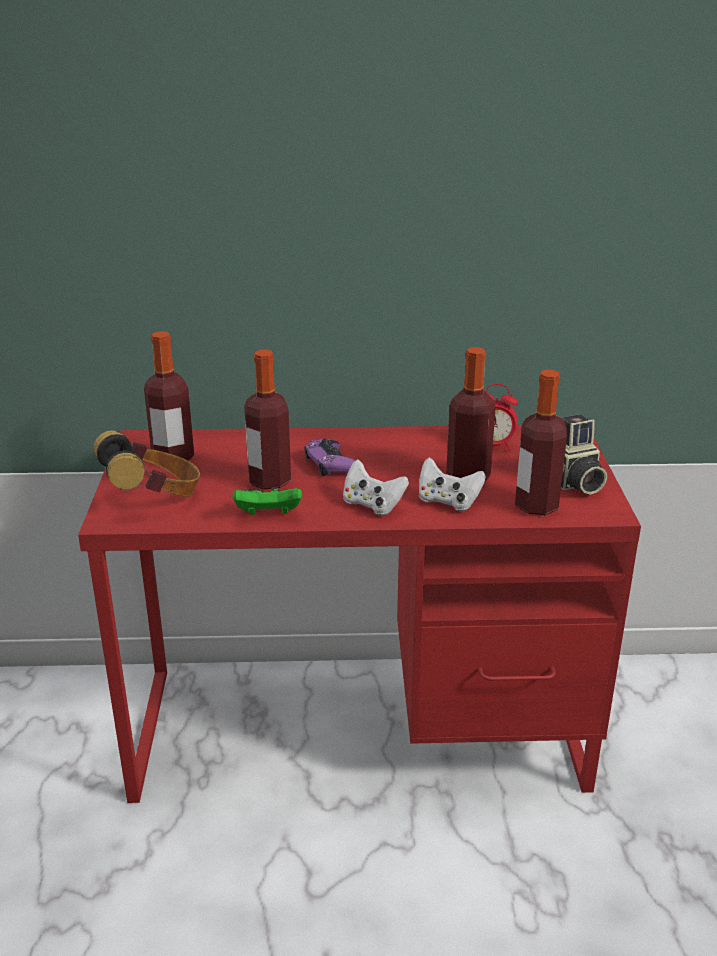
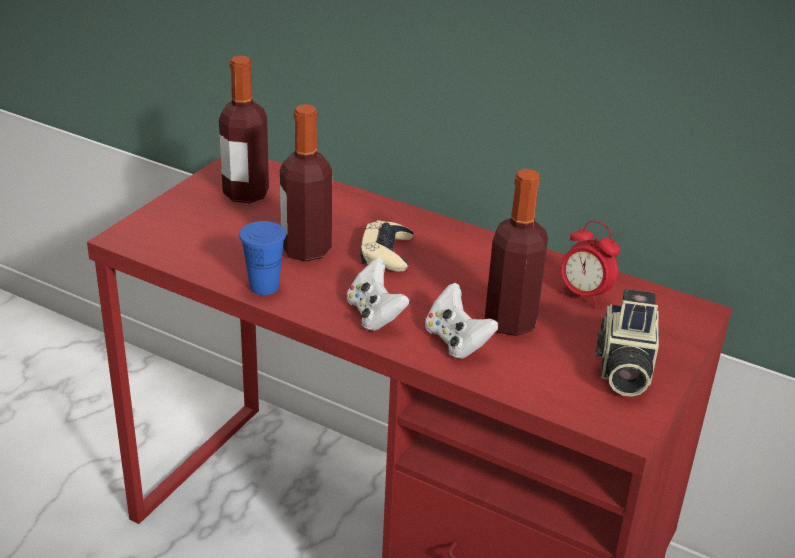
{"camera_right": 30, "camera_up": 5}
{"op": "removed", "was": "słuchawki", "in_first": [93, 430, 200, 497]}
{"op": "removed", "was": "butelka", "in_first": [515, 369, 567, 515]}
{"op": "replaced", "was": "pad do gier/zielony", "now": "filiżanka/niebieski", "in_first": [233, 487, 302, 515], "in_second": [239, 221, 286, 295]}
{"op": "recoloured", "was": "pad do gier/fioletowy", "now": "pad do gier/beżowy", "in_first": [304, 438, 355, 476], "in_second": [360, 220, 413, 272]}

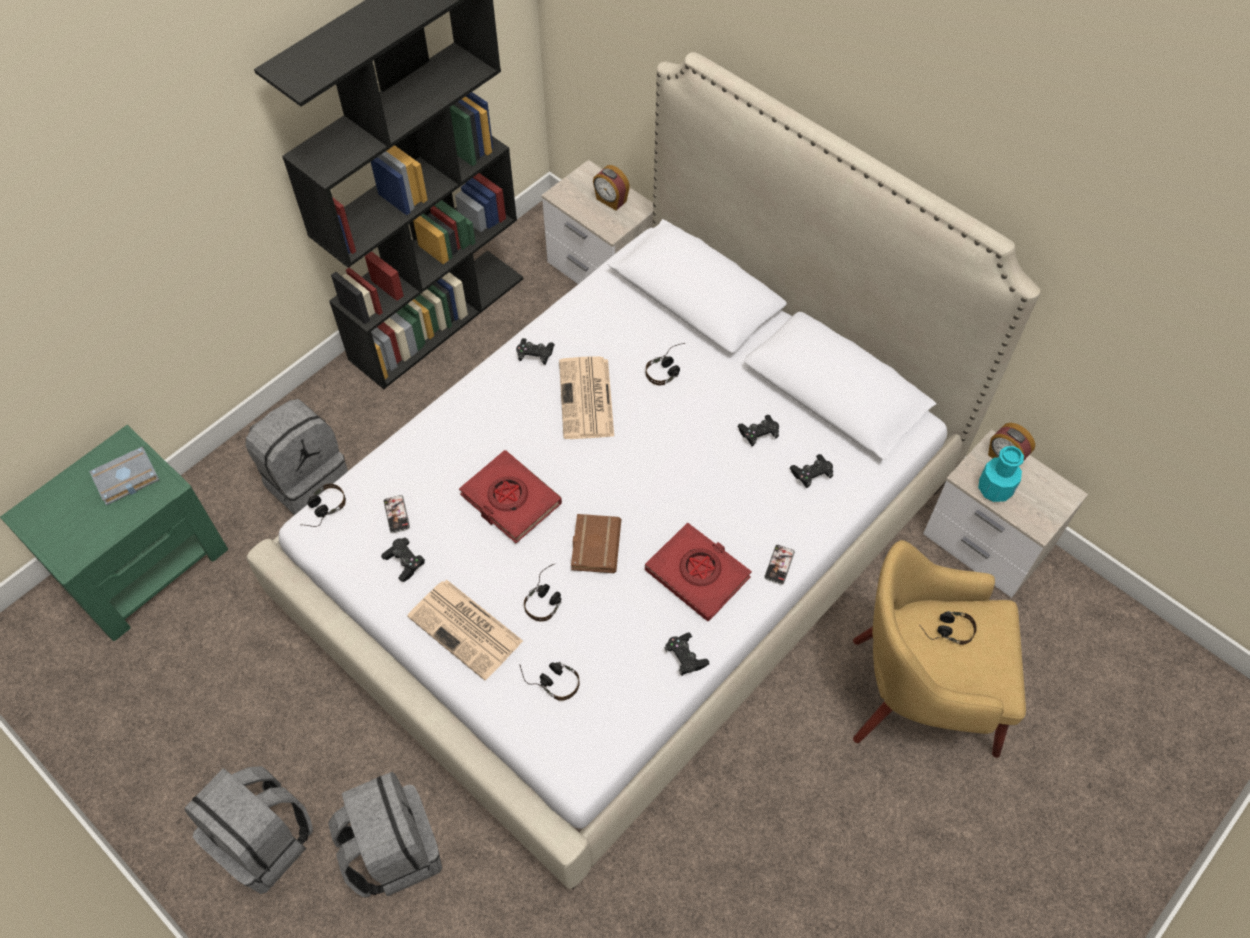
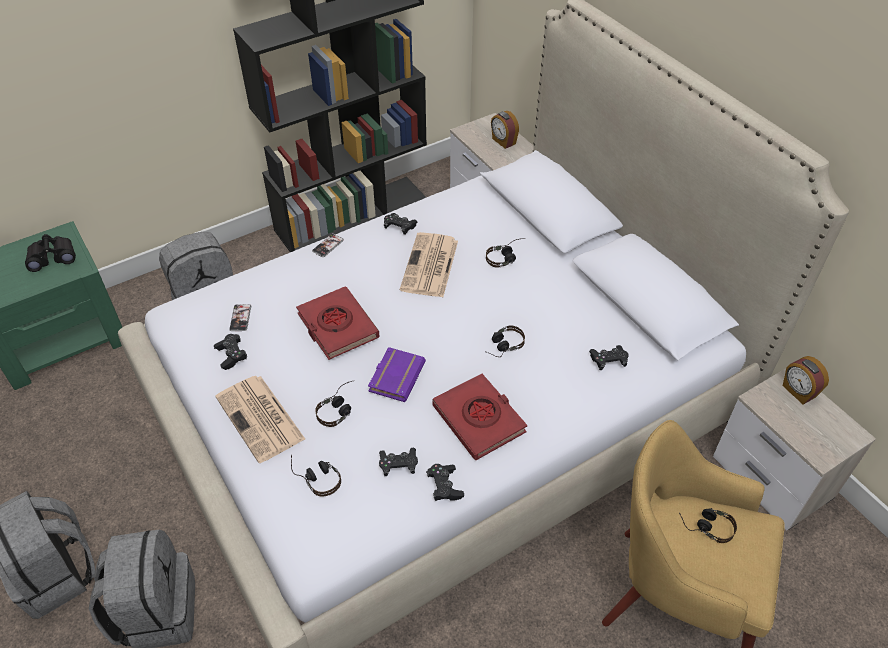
{"camera_right": 15, "camera_up": -10}
{"op": "removed", "was": "butelka/turkusowy", "in_first": [978, 446, 1024, 502]}
{"op": "moved", "was": "słuchawki", "in_first": [300, 484, 346, 527], "in_second": [487, 325, 525, 357]}
{"op": "moved", "was": "pad do gier/czarny", "in_first": [737, 415, 779, 446], "in_second": [379, 448, 418, 476]}
{"op": "moved", "was": "telefon", "in_first": [764, 545, 795, 585], "in_second": [312, 233, 344, 257]}
{"op": "replaced", "was": "książka/szary", "now": "lornetka/czarny", "in_first": [89, 447, 159, 505], "in_second": [25, 234, 76, 272]}
{"op": "recoloured", "was": "książka/brązowy", "now": "książka/fioletowy", "in_first": [571, 514, 621, 573], "in_second": [368, 347, 426, 402]}

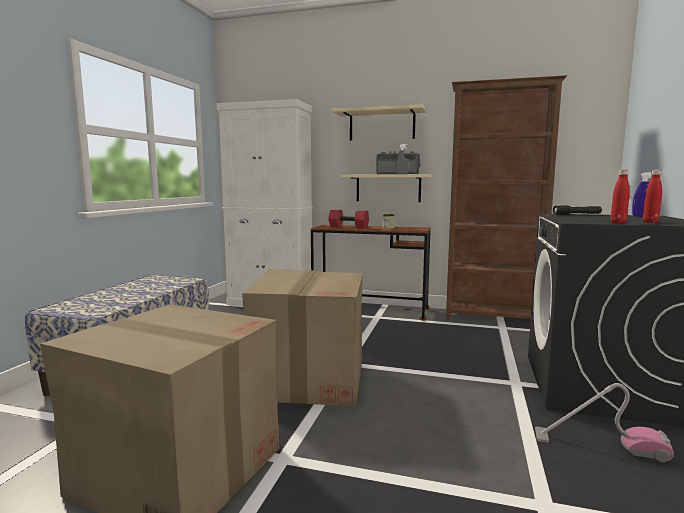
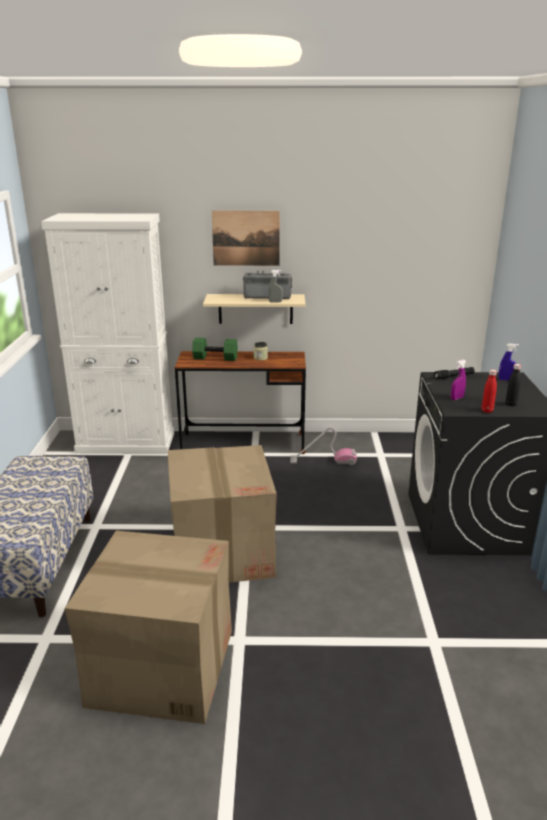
{"camera_right": -15, "camera_up": 15}
{"op": "removed", "was": "regał/brązowy", "in_first": [446, 75, 567, 320]}
{"op": "added", "now": "spryskiwacz/fioletowy", "in_second": [451, 359, 466, 400]}
{"op": "moved", "was": "odkurzacz", "in_first": [535, 383, 674, 462], "in_second": [290, 427, 357, 465]}
{"op": "replaced", "was": "półka/beżowy", "now": "obraz", "in_first": [332, 105, 426, 141], "in_second": [212, 211, 280, 266]}
{"op": "recoloured", "was": "hantel/czerwony", "now": "hantel/zielony", "in_first": [328, 209, 369, 228], "in_second": [192, 338, 238, 361]}
{"op": "recoloured", "was": "butelka/czerwony", "now": "butelka/czarny", "in_first": [643, 170, 662, 223], "in_second": [505, 364, 521, 406]}

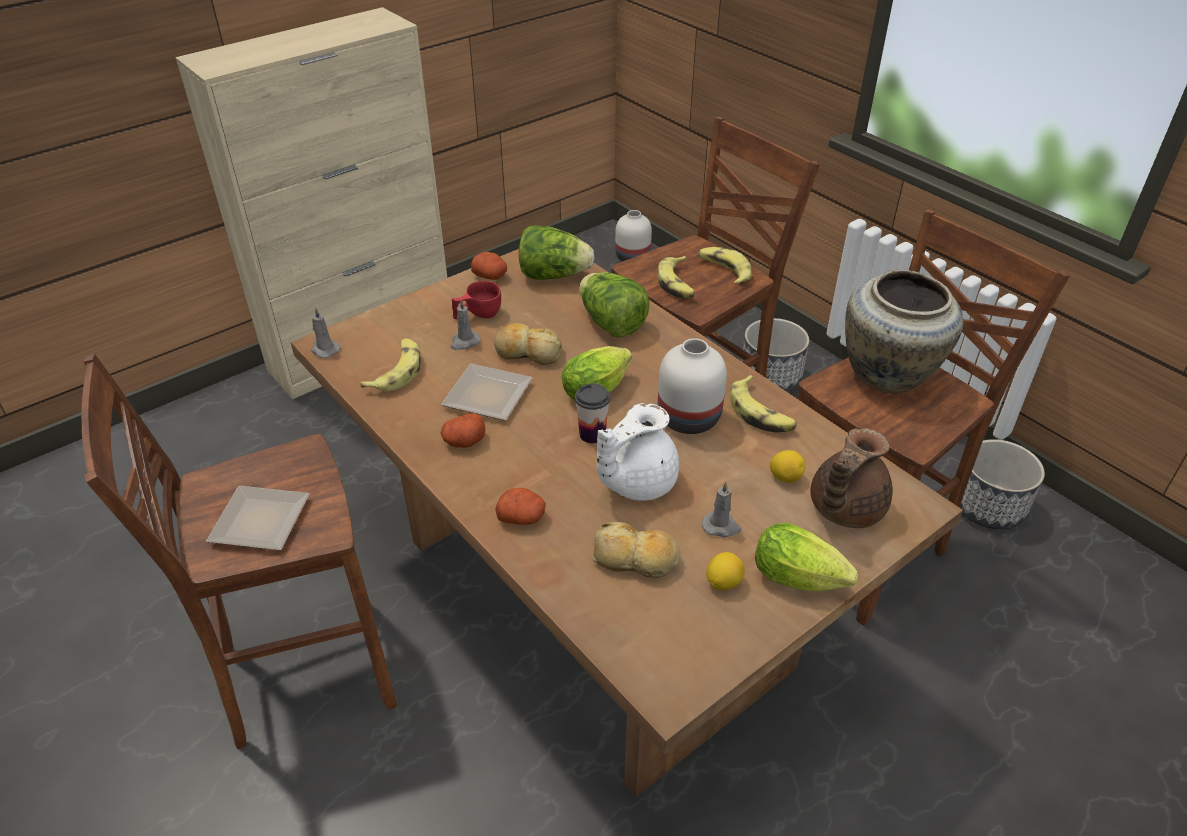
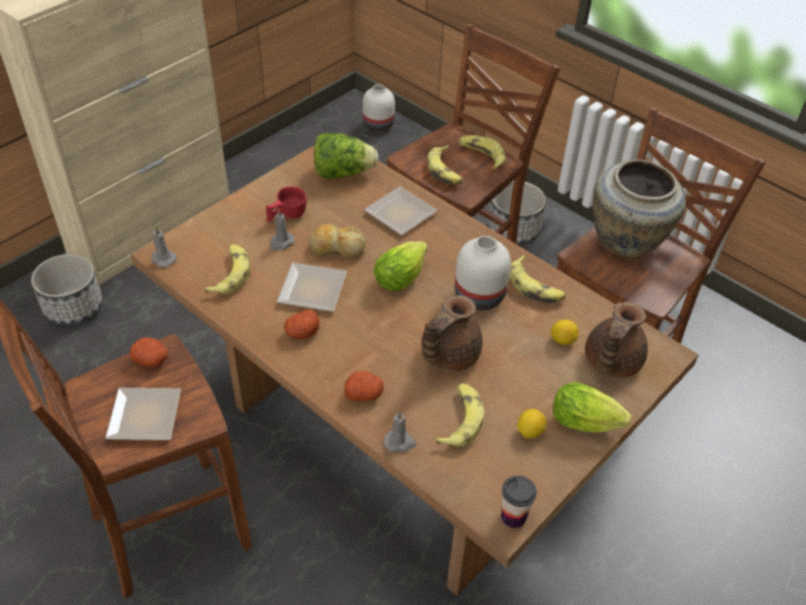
{"camera_right": -10, "camera_up": 5}
{"op": "moved", "was": "ziemniak", "in_first": [471, 252, 507, 280], "in_second": [130, 337, 168, 367]}
{"op": "moved", "was": "filiżanka", "in_first": [575, 383, 610, 443], "in_second": [501, 476, 537, 528]}
{"op": "moved", "was": "świeca/szary", "in_first": [702, 481, 742, 537], "in_second": [384, 411, 416, 453]}
{"op": "moved", "was": "donica", "in_first": [960, 439, 1045, 529], "in_second": [31, 254, 103, 327]}
{"op": "replaced", "was": "sałata", "now": "talerz", "in_first": [579, 272, 649, 338], "in_second": [364, 186, 438, 235]}
{"op": "replaced", "was": "chleb", "now": "banan", "in_first": [592, 522, 680, 578], "in_second": [435, 383, 484, 447]}
{"op": "recoloured", "was": "imbryk/biały", "now": "imbryk/brązowy", "in_first": [596, 403, 679, 501], "in_second": [421, 295, 482, 372]}

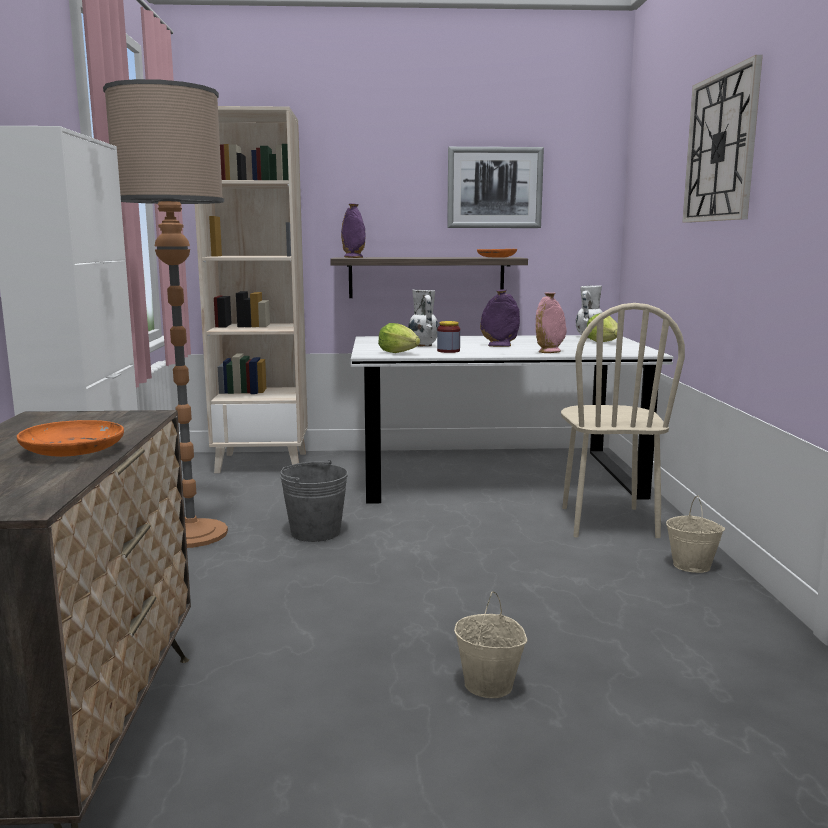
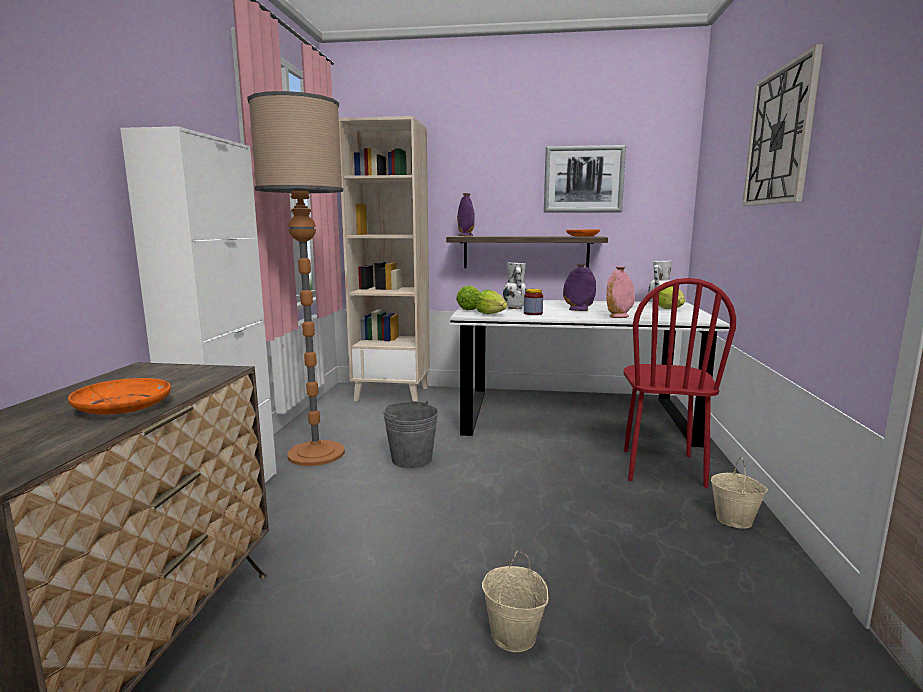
{"camera_right": 10, "camera_up": 0}
{"op": "added", "now": "sałata", "in_second": [456, 285, 480, 310]}
{"op": "recoloured", "was": "krzesło/beżowy", "now": "krzesło/czerwony", "in_first": [561, 303, 685, 538], "in_second": [624, 278, 736, 488]}

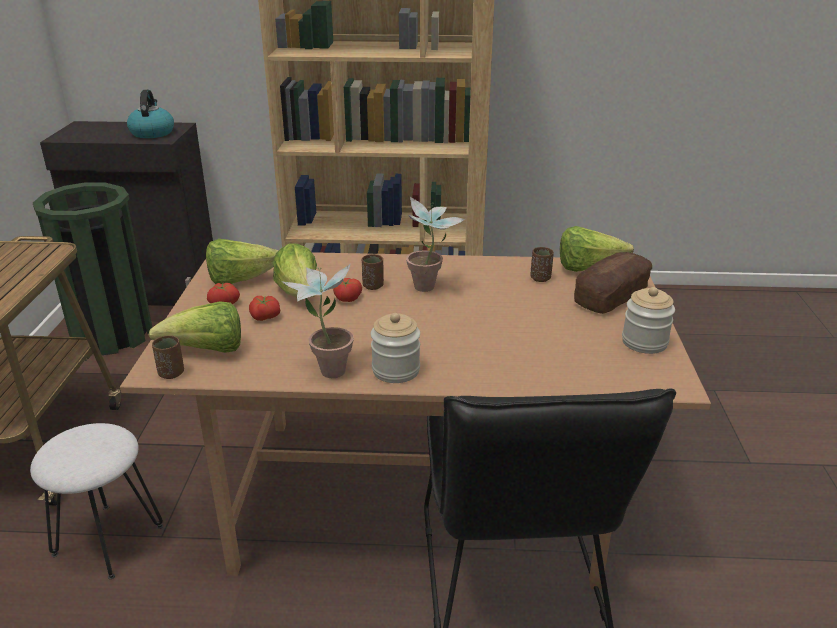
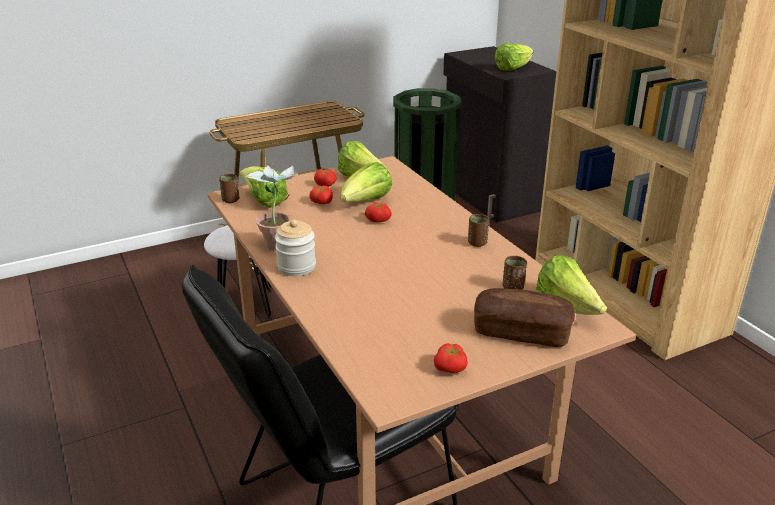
{"camera_right": 60, "camera_up": 0}
{"op": "removed", "was": "roślina doniczkowa", "in_first": [406, 197, 465, 292]}
{"op": "moved", "was": "filiżanka/brązowy", "in_first": [362, 254, 384, 290], "in_second": [468, 214, 489, 247]}
{"op": "replaced", "was": "czajnik", "now": "sałata", "in_first": [127, 90, 174, 138], "in_second": [495, 43, 534, 71]}
{"op": "replaced", "was": "słoik", "now": "pomidor", "in_first": [622, 287, 675, 354], "in_second": [434, 343, 468, 373]}

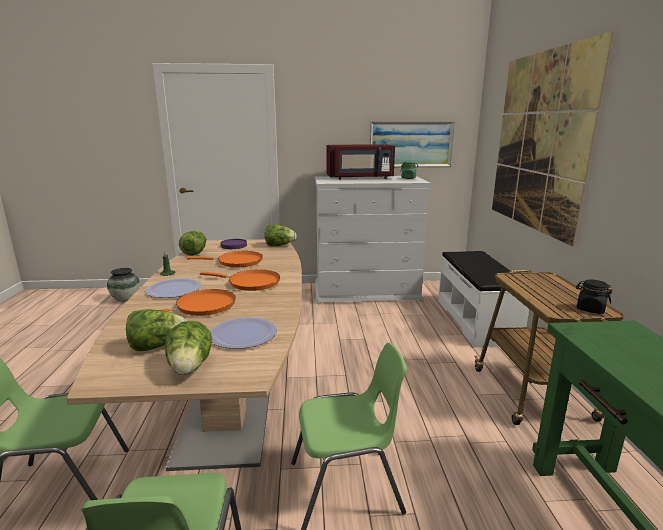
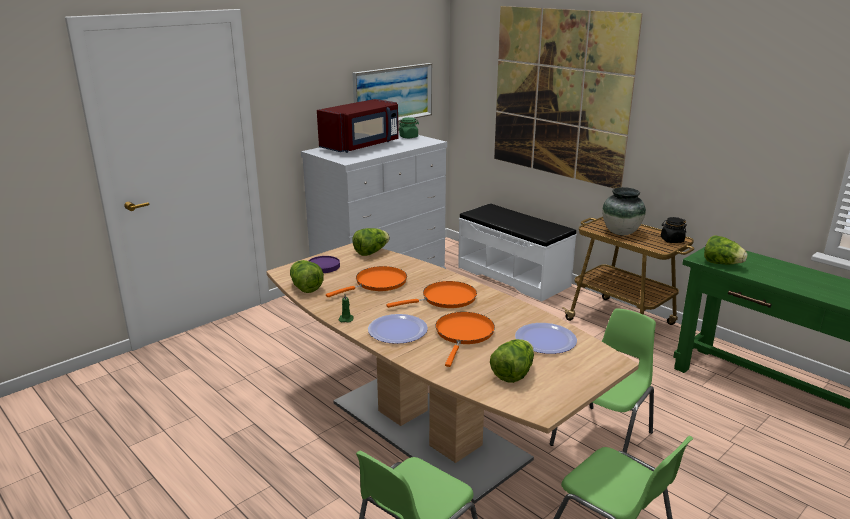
{"camera_right": -40, "camera_up": 5}
{"op": "moved", "was": "wazon", "in_first": [107, 268, 140, 302], "in_second": [602, 187, 646, 235]}
{"op": "moved", "was": "sałata", "in_first": [165, 320, 212, 375], "in_second": [704, 235, 748, 264]}

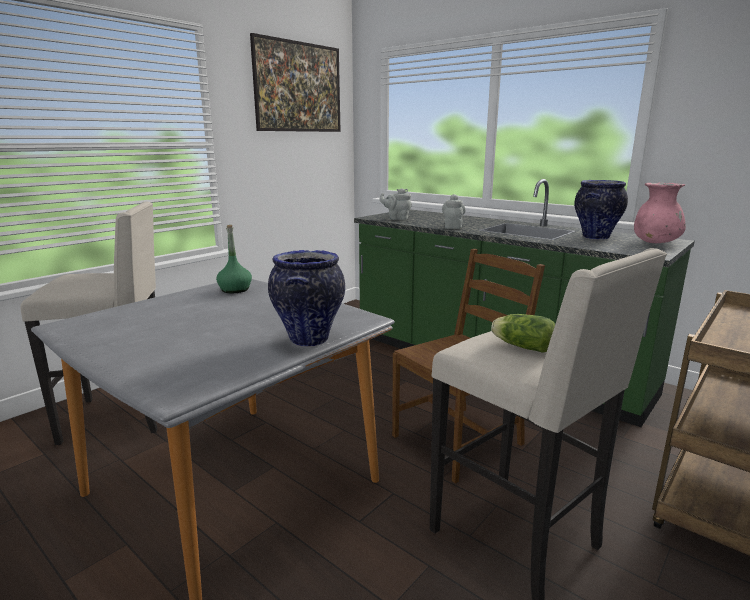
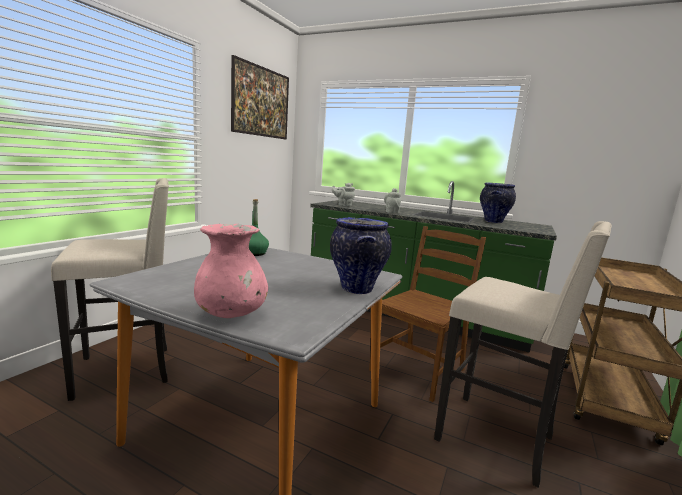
{"camera_right": -15, "camera_up": -5}
{"op": "removed", "was": "sałata", "in_first": [491, 314, 555, 353]}
{"op": "moved", "was": "wazon/różowy", "in_first": [634, 182, 686, 243], "in_second": [194, 224, 268, 318]}

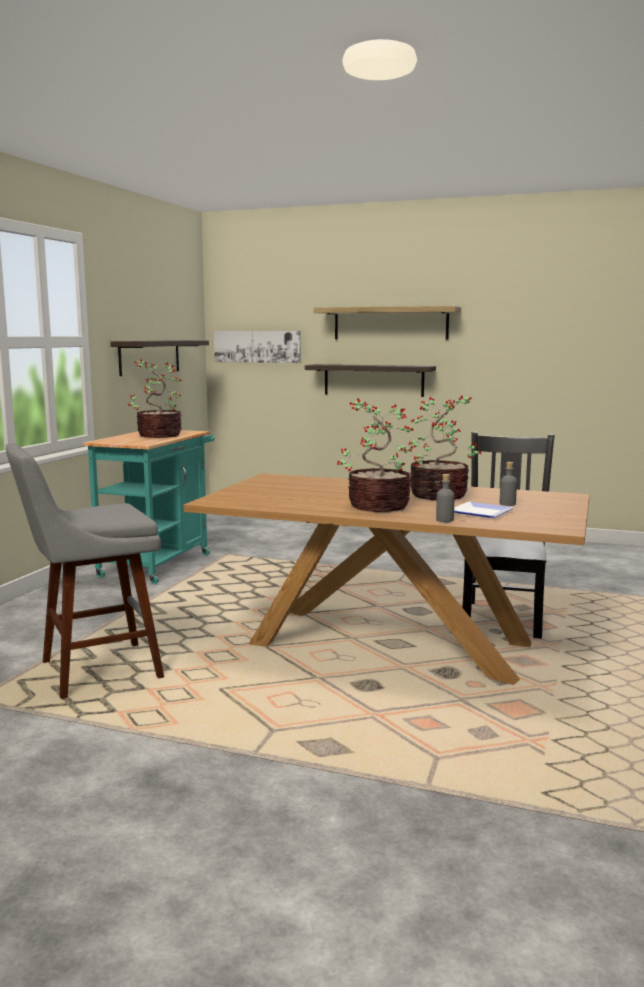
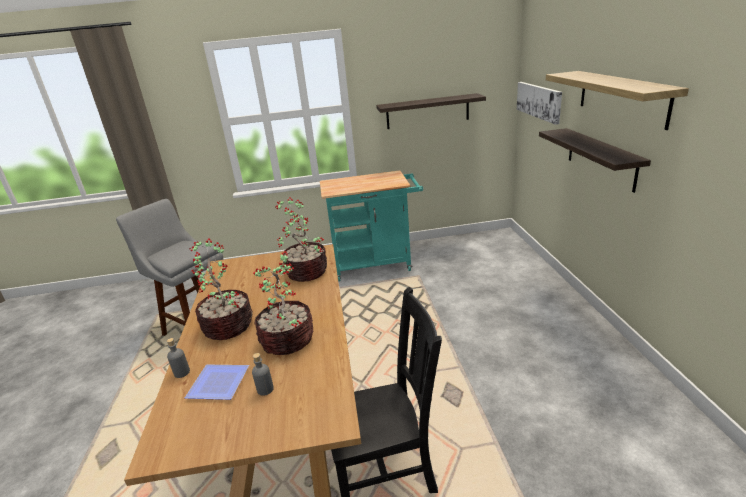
{"camera_right": 65, "camera_up": 15}
{"op": "moved", "was": "roślina doniczkowa", "in_first": [128, 359, 181, 438], "in_second": [276, 197, 327, 282]}

